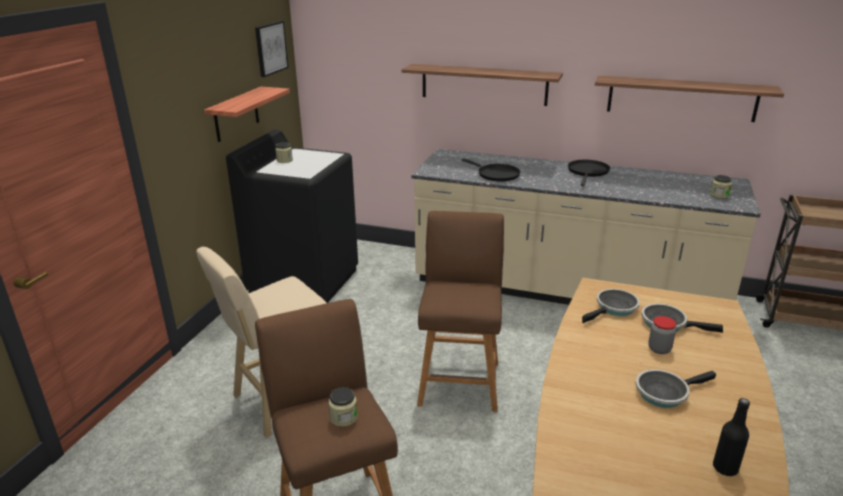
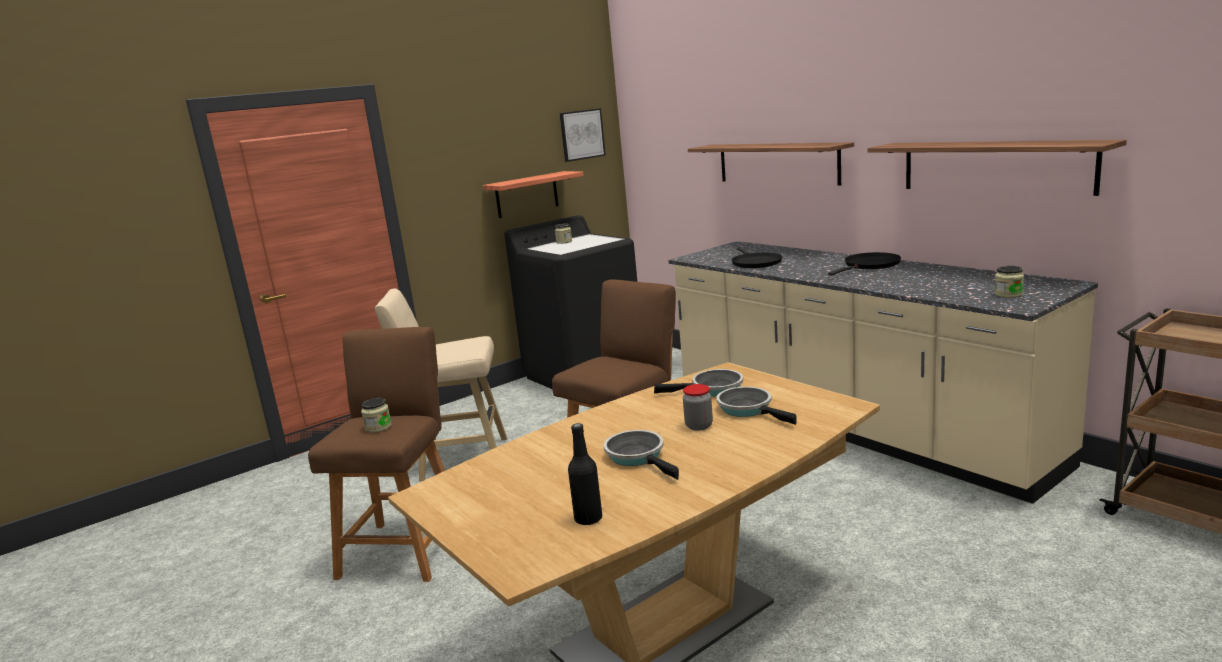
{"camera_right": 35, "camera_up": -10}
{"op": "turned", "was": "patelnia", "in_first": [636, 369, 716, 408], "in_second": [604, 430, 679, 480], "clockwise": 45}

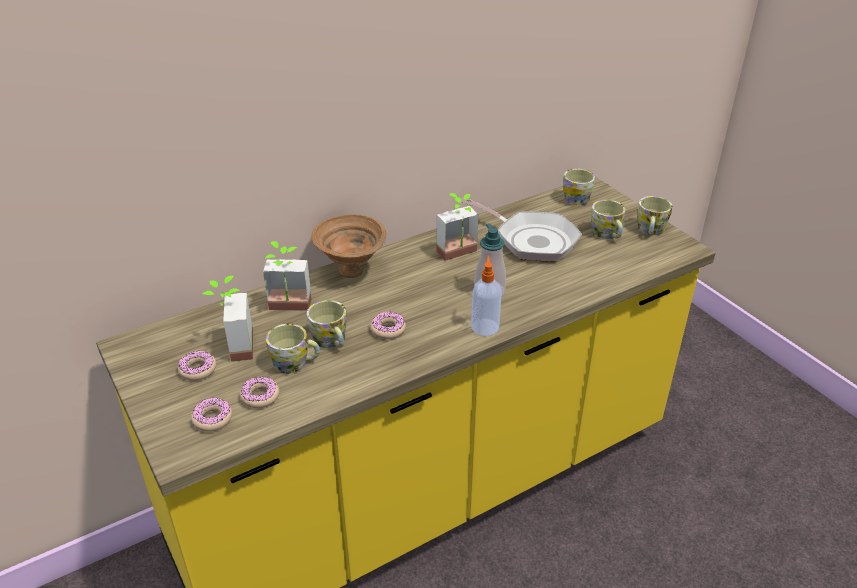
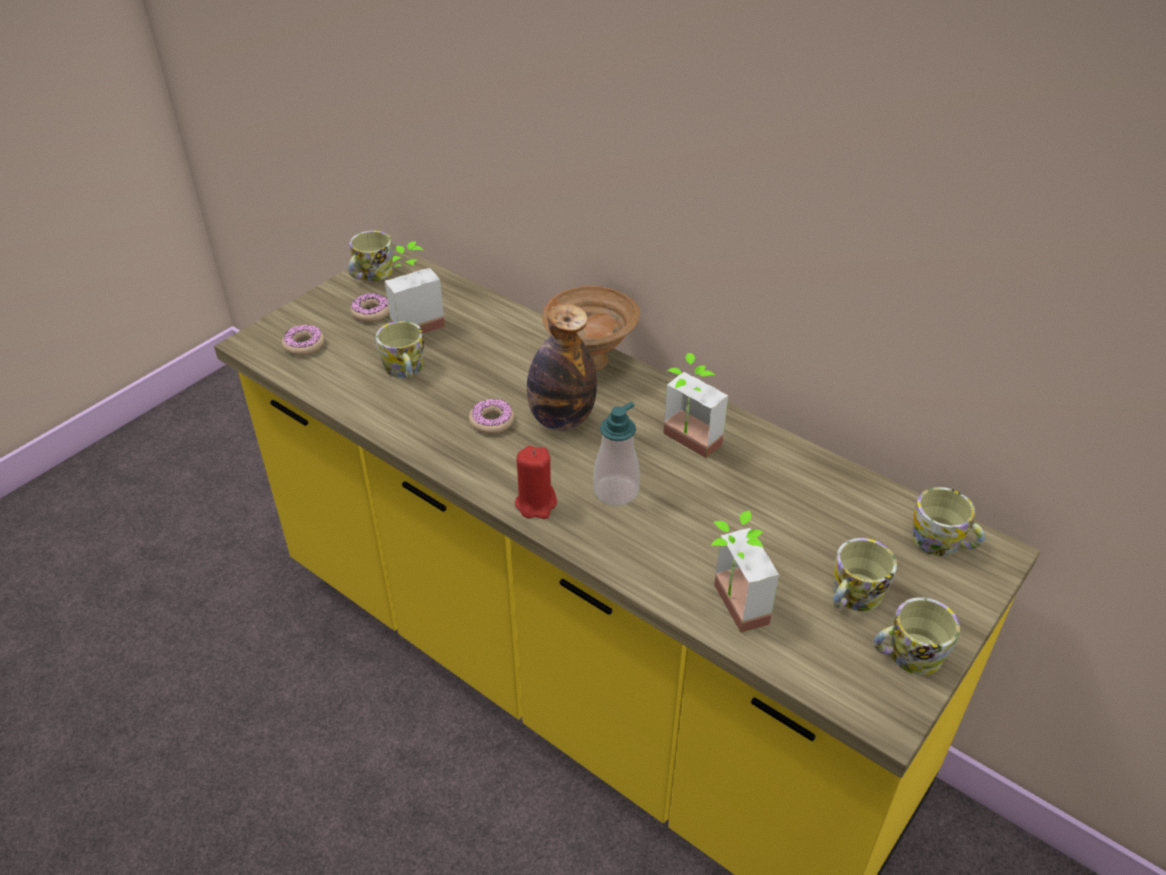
{"camera_right": 70, "camera_up": 5}
{"op": "removed", "was": "donut", "in_first": [240, 377, 280, 408]}
{"op": "removed", "was": "patelnia", "in_first": [461, 197, 582, 261]}
{"op": "added", "now": "butelka", "in_second": [527, 304, 597, 431]}
{"op": "moved", "was": "roślina doniczkowa", "in_first": [263, 241, 312, 311], "in_second": [710, 511, 779, 633]}
{"op": "moved", "was": "kubek", "in_first": [307, 300, 347, 348], "in_second": [348, 231, 393, 281]}
{"op": "replaced", "was": "dozownik mydła", "now": "świeca/czerwony", "in_first": [471, 255, 502, 336], "in_second": [515, 446, 557, 519]}

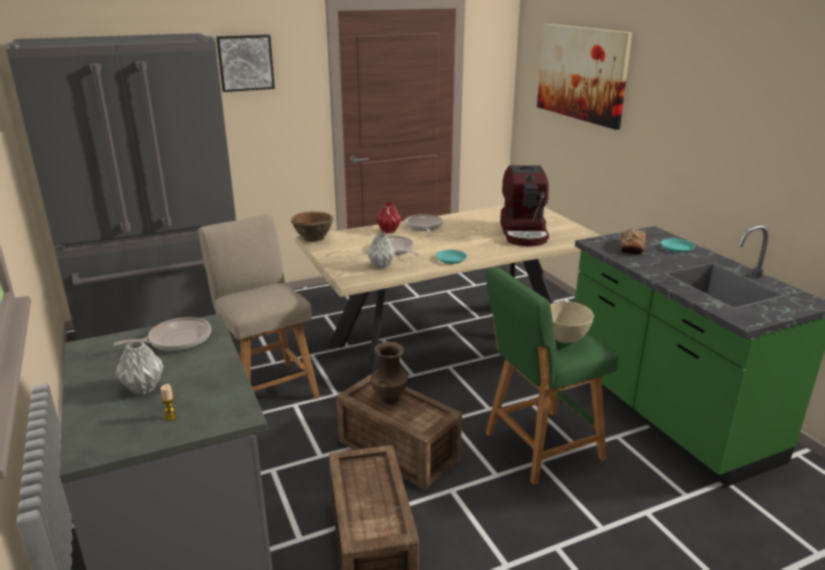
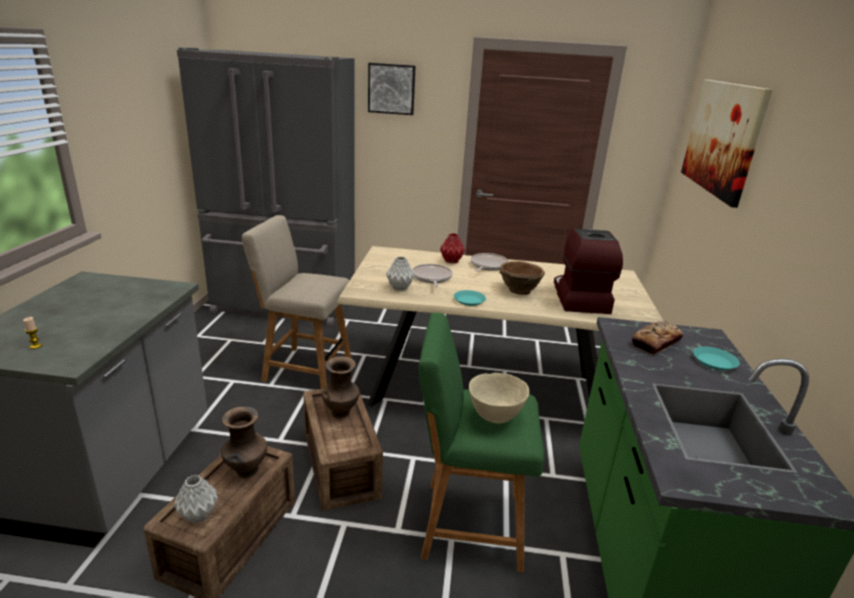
{"camera_right": 30, "camera_up": 0}
{"op": "removed", "was": "patelnia", "in_first": [114, 317, 211, 351]}
{"op": "added", "now": "wazon/brązowy", "in_second": [221, 407, 267, 478]}
{"op": "moved", "was": "wazon/szary", "in_first": [115, 341, 164, 395], "in_second": [174, 475, 218, 523]}
{"op": "moved", "was": "miska/brązowy", "in_first": [291, 212, 333, 242], "in_second": [500, 261, 545, 295]}
{"op": "turned", "was": "krzesło/beżowy", "in_first": [198, 215, 320, 399], "in_second": [242, 215, 352, 389], "clockwise": -75}
{"op": "turned", "was": "ekspres do kawy", "in_first": [500, 165, 549, 247], "in_second": [554, 229, 623, 314], "clockwise": 150}

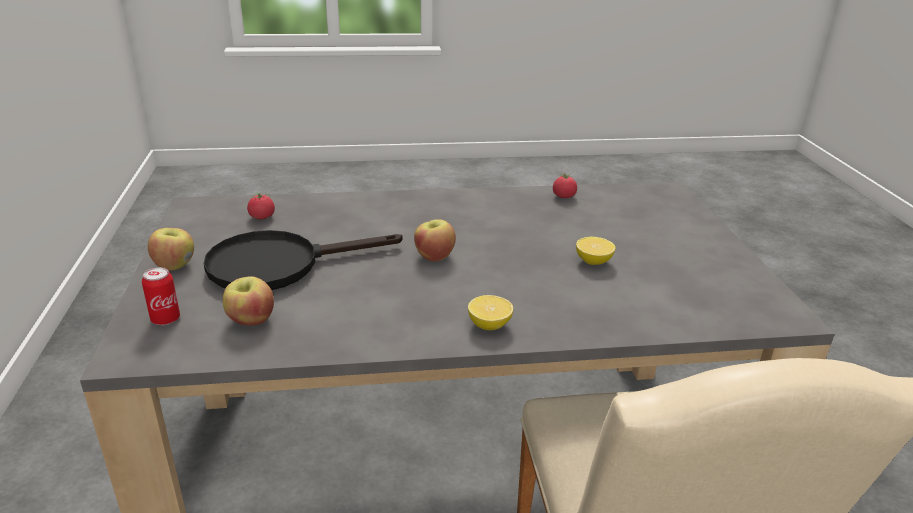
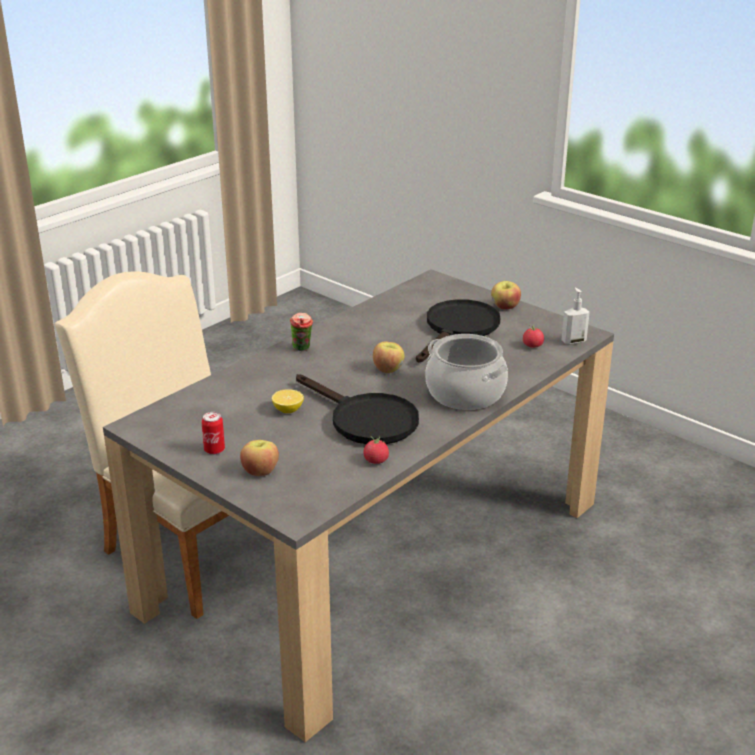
{"camera_right": 140, "camera_up": 0}
{"op": "added", "now": "patelnia/czarny", "in_second": [296, 374, 419, 444]}
{"op": "added", "now": "garnek", "in_second": [426, 334, 508, 410]}
{"op": "added", "now": "dozownik mydła", "in_second": [562, 288, 590, 345]}
{"op": "moved", "was": "puszka", "in_first": [142, 267, 180, 325], "in_second": [202, 412, 225, 455]}
{"op": "moved", "was": "jabłko", "in_first": [223, 276, 274, 326], "in_second": [240, 440, 279, 476]}
{"op": "replaced", "was": "cytryna", "now": "filiżanka", "in_first": [468, 295, 513, 330], "in_second": [290, 313, 313, 351]}

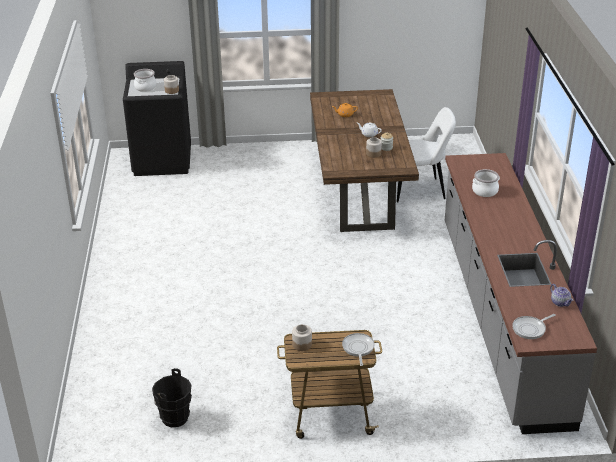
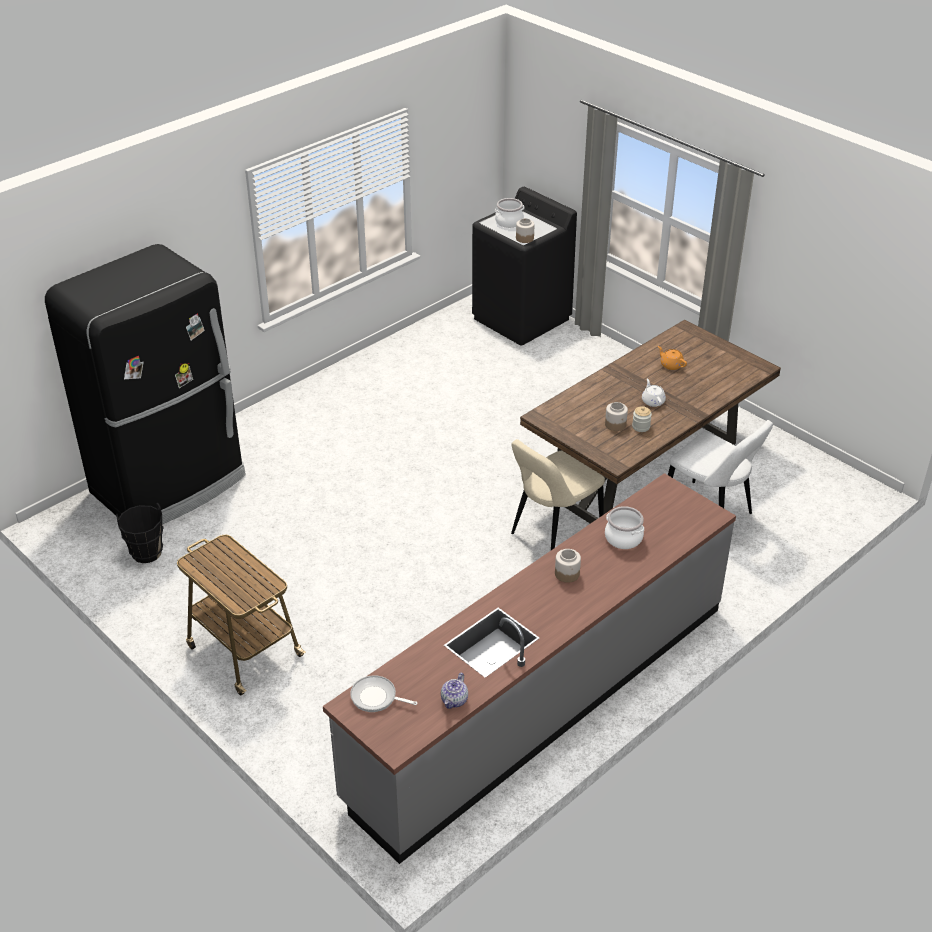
{"camera_right": 50, "camera_up": 5}
{"op": "removed", "was": "patelnia", "in_first": [342, 333, 375, 366]}
{"op": "added", "now": "lodówka/czarny", "in_second": [45, 244, 246, 524]}
{"op": "added", "now": "krzesło/beżowy", "in_second": [511, 439, 605, 550]}
{"op": "moved", "was": "słoik", "in_first": [292, 324, 312, 351], "in_second": [555, 549, 581, 583]}

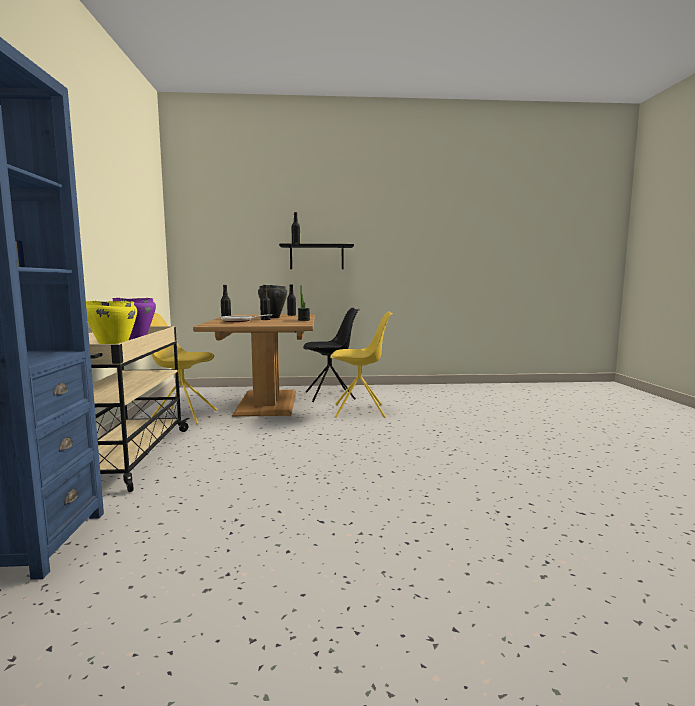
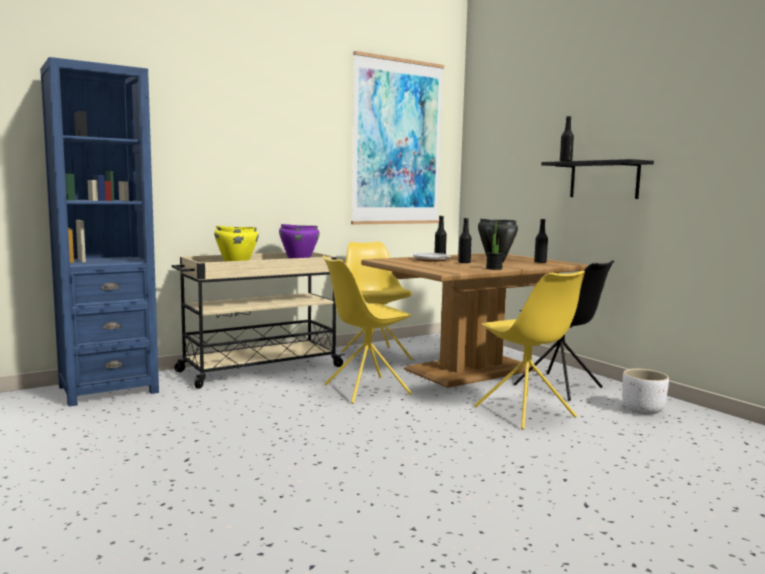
{"camera_right": 60, "camera_up": 0}
{"op": "added", "now": "krzesło/żółty", "in_second": [322, 255, 412, 404]}
{"op": "added", "now": "obraz", "in_second": [351, 51, 444, 224]}
{"op": "added", "now": "donica/biały", "in_second": [622, 369, 669, 414]}

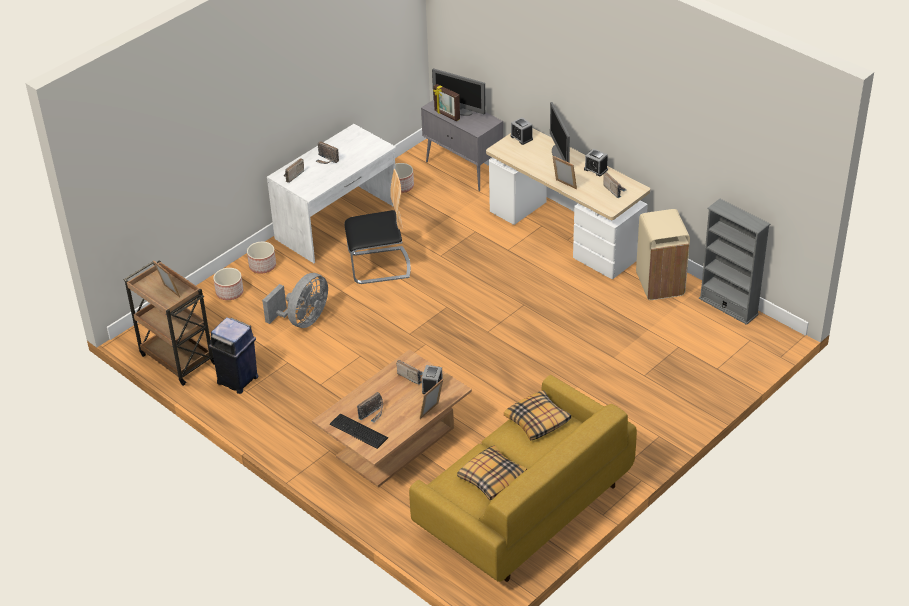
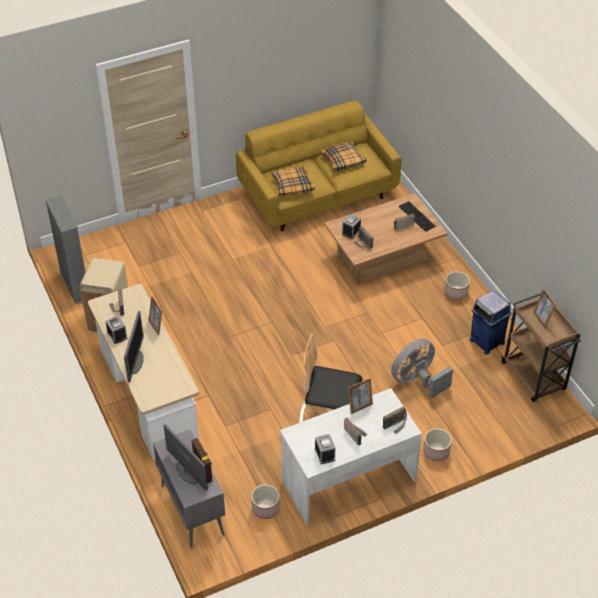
{"camera_right": -160, "camera_up": 5}
{"op": "moved", "was": "donica", "in_first": [213, 268, 244, 300], "in_second": [444, 271, 470, 300]}
{"op": "moved", "was": "ramka na zdjęcie", "in_first": [420, 379, 443, 419], "in_second": [348, 378, 373, 414]}
{"op": "moved", "was": "budzik", "in_first": [510, 117, 533, 145], "in_second": [315, 434, 335, 464]}

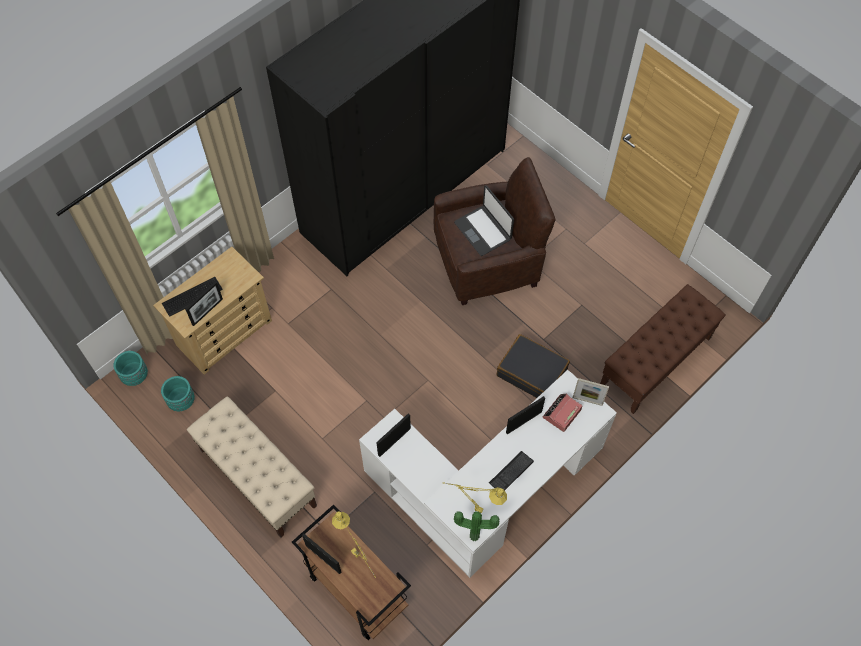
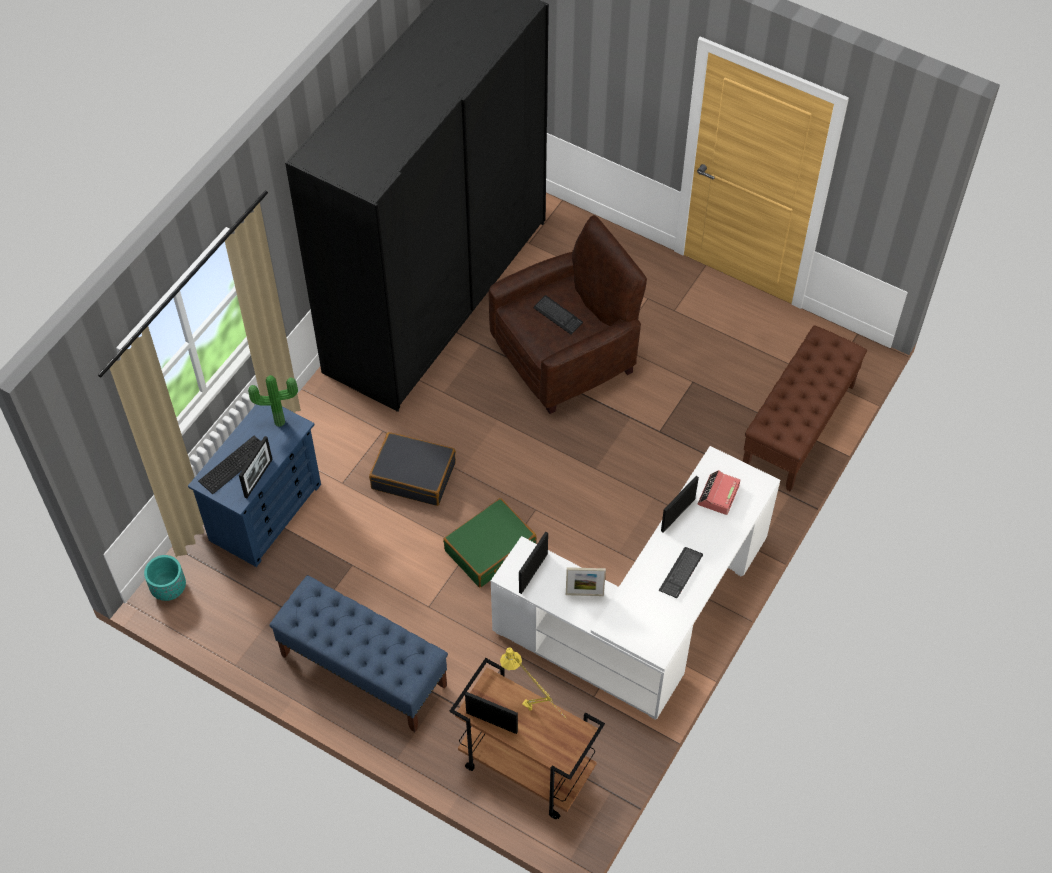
{"camera_right": -15, "camera_up": -5}
{"op": "removed", "was": "donica/turkusowy", "in_first": [161, 376, 195, 411]}
{"op": "removed", "was": "lampa stołowa/żółty", "in_first": [443, 483, 507, 513]}
{"op": "added", "now": "walizka/zielony", "in_second": [443, 498, 537, 587]}
{"op": "moved", "was": "roślina doniczkowa", "in_first": [454, 511, 499, 541], "in_second": [248, 375, 298, 427]}
{"op": "moved", "was": "walizka/czarny", "in_first": [497, 334, 570, 398], "in_second": [369, 432, 456, 506]}
{"op": "moved", "was": "ramka na zdjęcie", "in_first": [573, 378, 609, 406], "in_second": [566, 567, 606, 596]}
{"op": "replaced", "was": "laptop", "now": "klawiatura", "in_first": [454, 185, 514, 256], "in_second": [533, 295, 583, 335]}
{"op": "recoloured", "was": "komoda/beżowy", "now": "komoda/niebieski", "in_first": [153, 247, 272, 375], "in_second": [188, 404, 321, 567]}
{"op": "recoloured", "was": "ławka/beżowy", "now": "ławka/niebieski", "in_first": [187, 396, 317, 538], "in_second": [269, 575, 448, 732]}

